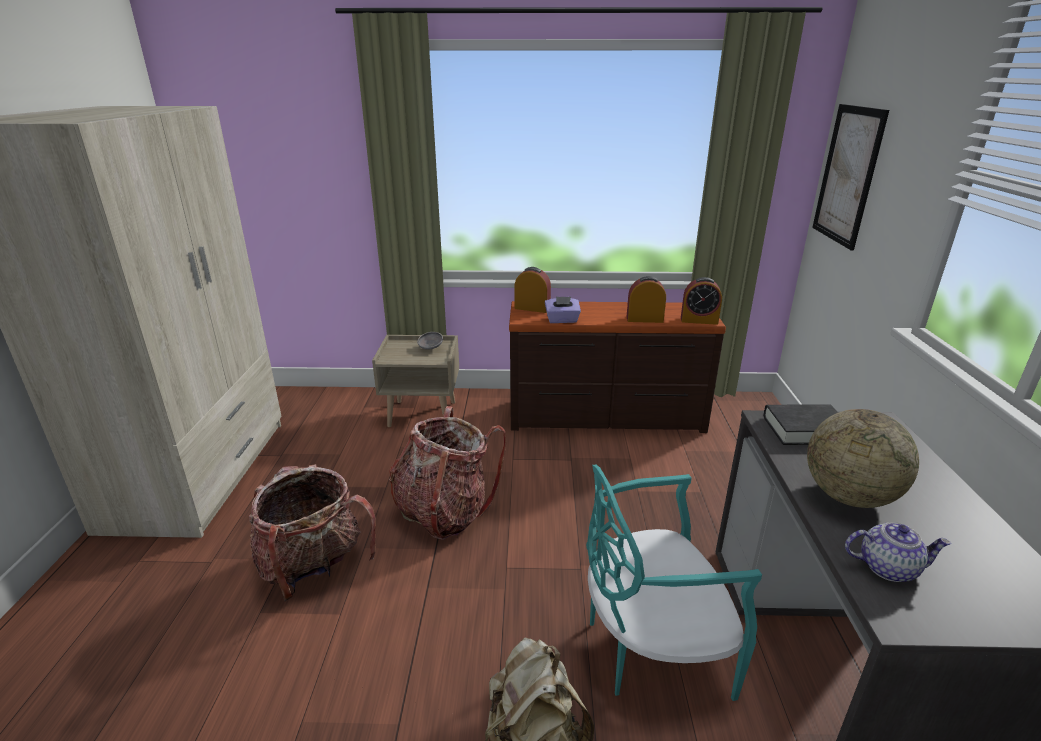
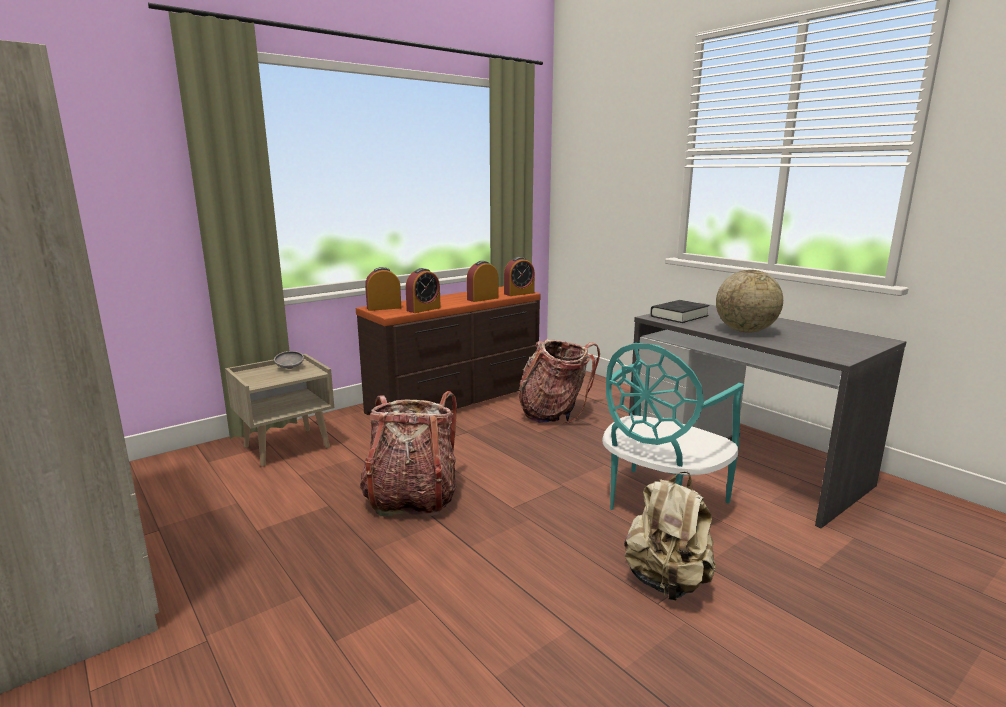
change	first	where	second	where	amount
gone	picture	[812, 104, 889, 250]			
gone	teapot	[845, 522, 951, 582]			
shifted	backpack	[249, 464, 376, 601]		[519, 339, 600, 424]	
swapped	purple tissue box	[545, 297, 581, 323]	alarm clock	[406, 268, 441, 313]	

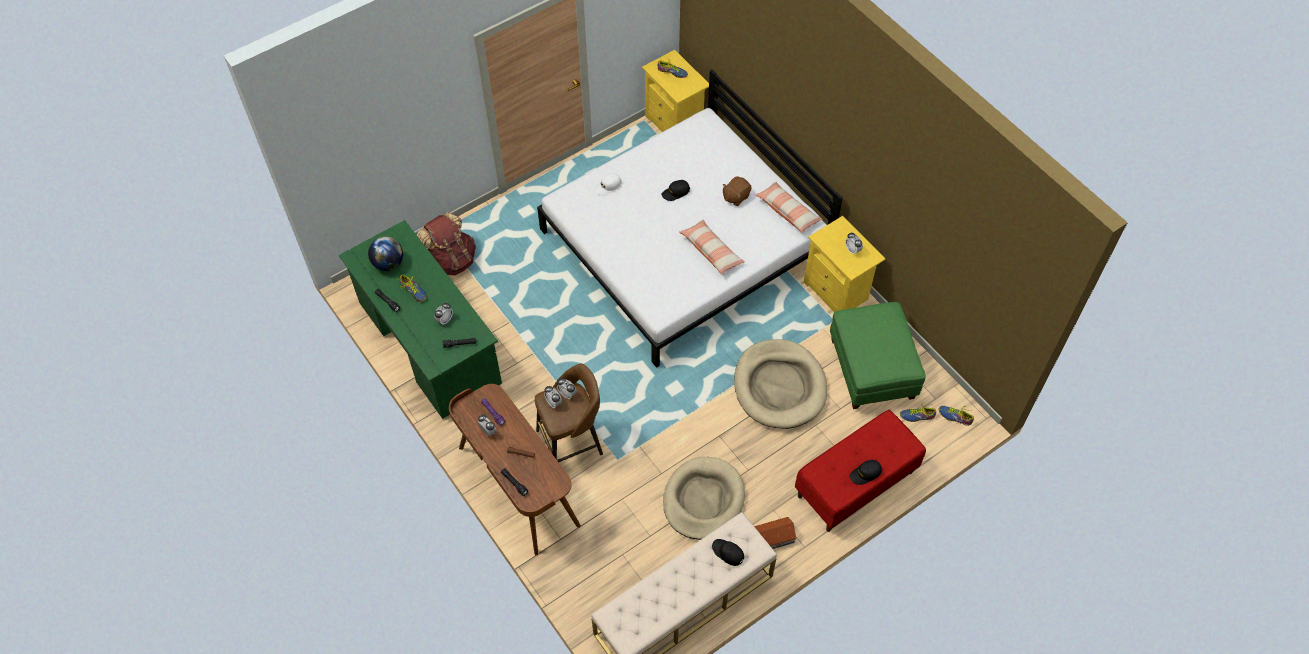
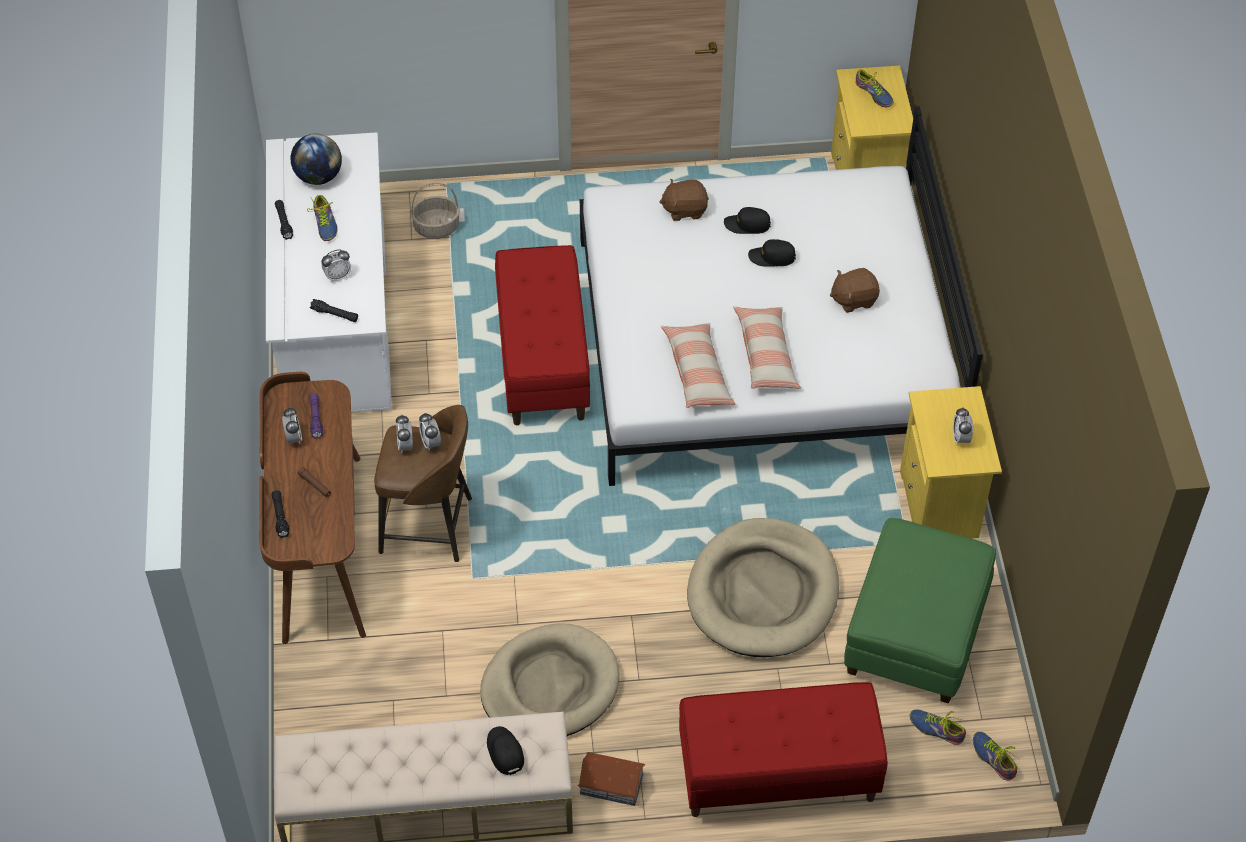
change	first	where	second	where	amount
new			red bench	[495, 245, 590, 425]	
shifted	pillow	[754, 181, 822, 233]		[661, 323, 735, 408]	
shifted	black cap	[850, 460, 882, 485]		[724, 207, 771, 234]	
swapped	brown backpack	[417, 212, 476, 276]	basket	[411, 183, 460, 239]	
swapped	white cap	[594, 173, 622, 195]	brown plush toy	[659, 179, 709, 221]	
repainted	green desk	[339, 220, 502, 419]	white desk	[266, 132, 392, 413]	

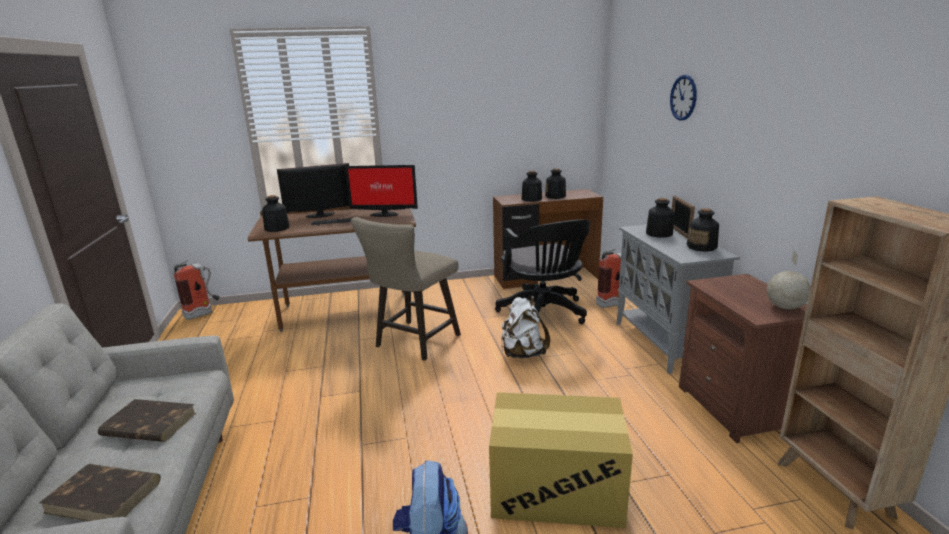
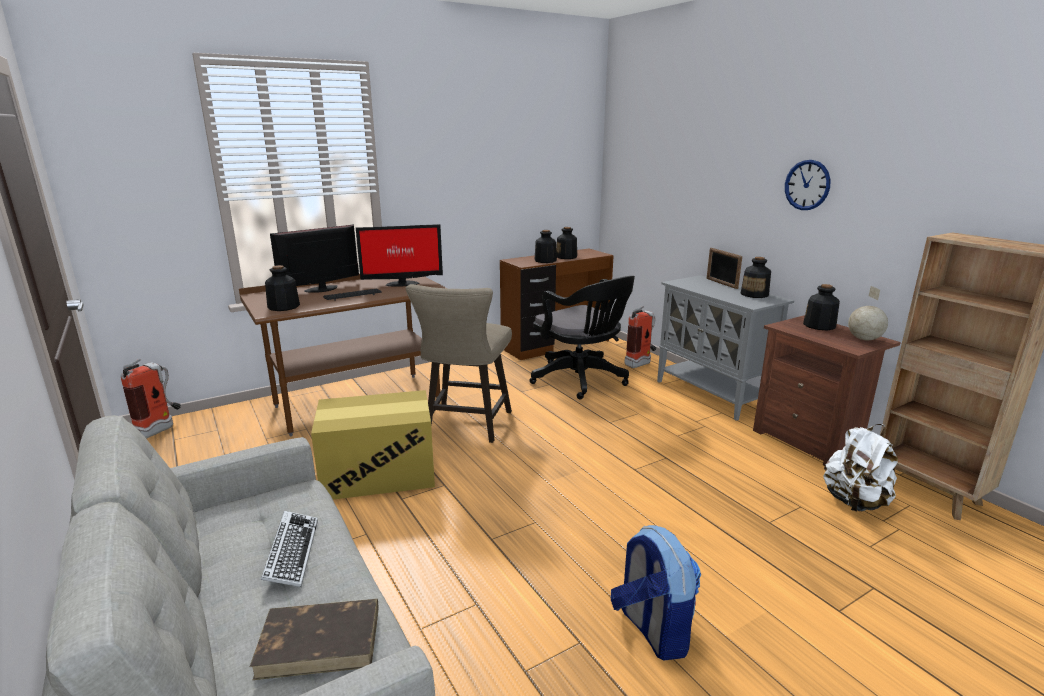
change	first	where	second	where	amount
shifted	cardboard box	[489, 392, 633, 528]		[311, 390, 435, 500]	
shifted	white backpack	[501, 296, 550, 358]		[823, 424, 898, 512]	
shifted	bottle	[646, 198, 674, 238]		[803, 284, 840, 330]	
shifted	wall clock	[670, 75, 697, 121]		[785, 160, 831, 210]	
swapped	brown book	[98, 399, 196, 442]	keyboard	[261, 511, 318, 587]	

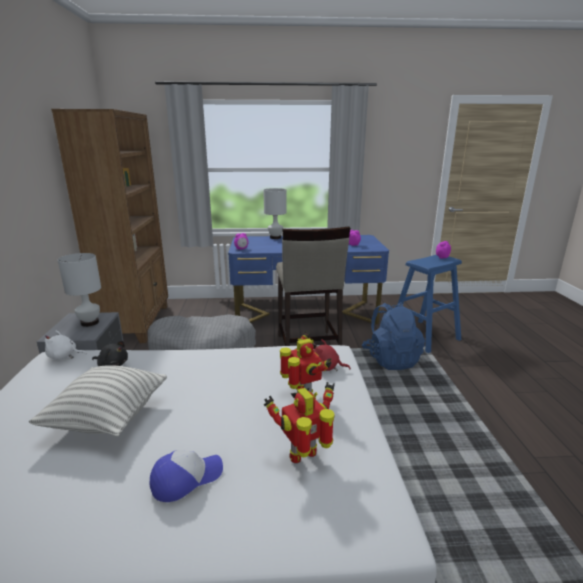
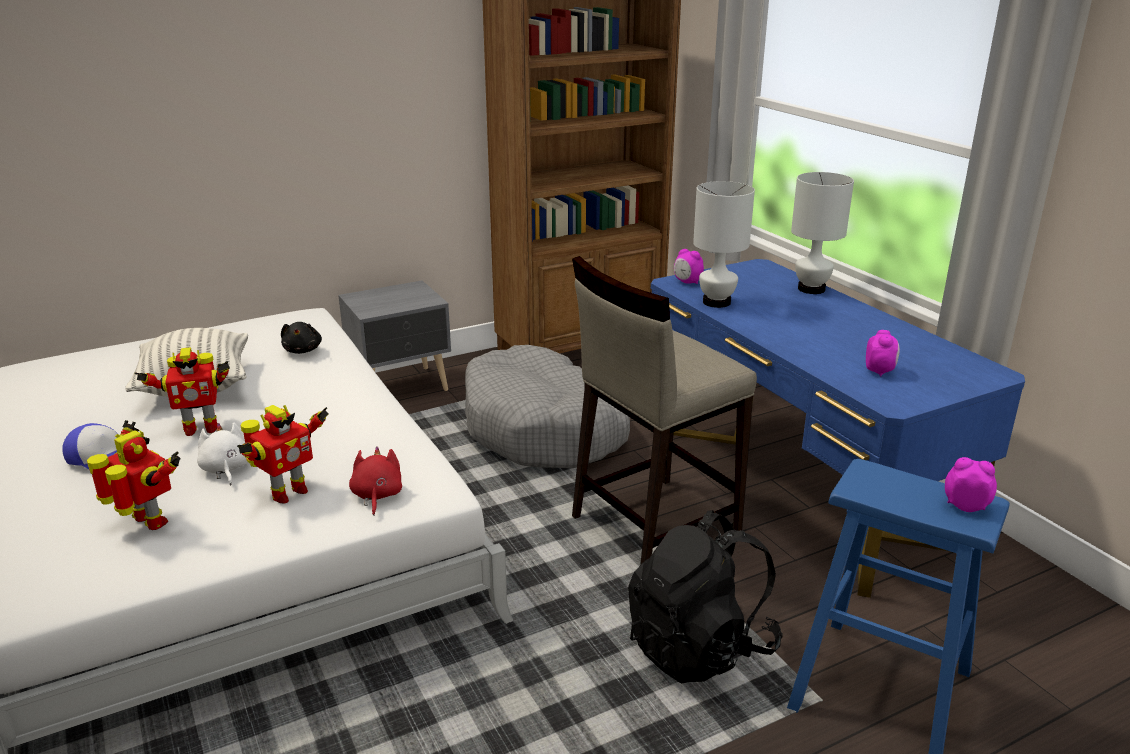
change	first	where	second	where	amount
new			toy robot	[134, 347, 230, 436]	
shifted	white plush toy	[45, 330, 87, 360]		[197, 423, 248, 485]	
shifted	white table lamp	[58, 253, 101, 327]		[693, 181, 755, 308]	
repainted	blue backpack	[362, 302, 425, 370]	black backpack	[628, 510, 783, 684]	

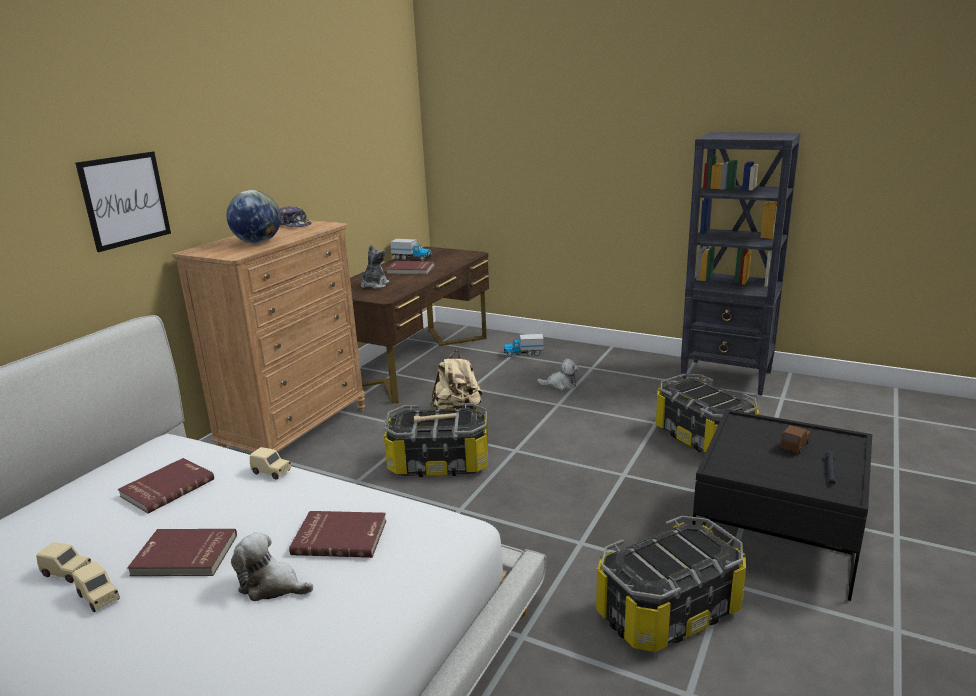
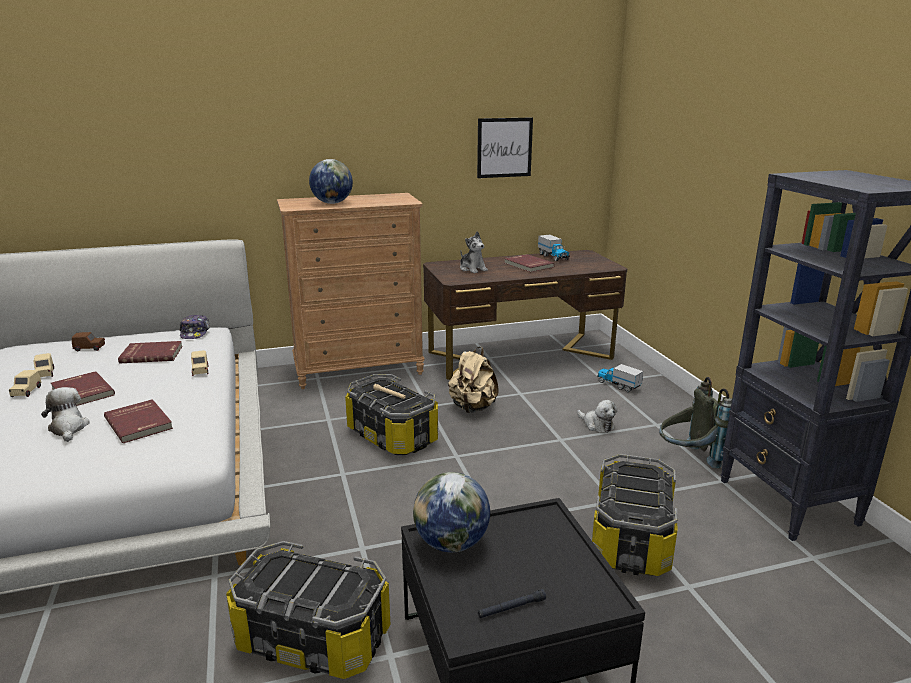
change	first	where	second	where	amount
new			globe	[413, 472, 490, 552]	
new			grey backpack	[659, 377, 732, 469]	
shifted	picture	[75, 151, 171, 252]		[477, 117, 533, 178]	
shifted	cap	[279, 206, 311, 227]		[179, 315, 210, 339]	
shifted	brown toy car	[780, 425, 810, 454]		[72, 332, 105, 351]	
rotated	plush toy	[361, 244, 389, 289]		[460, 231, 488, 273]	75 degrees clockwise

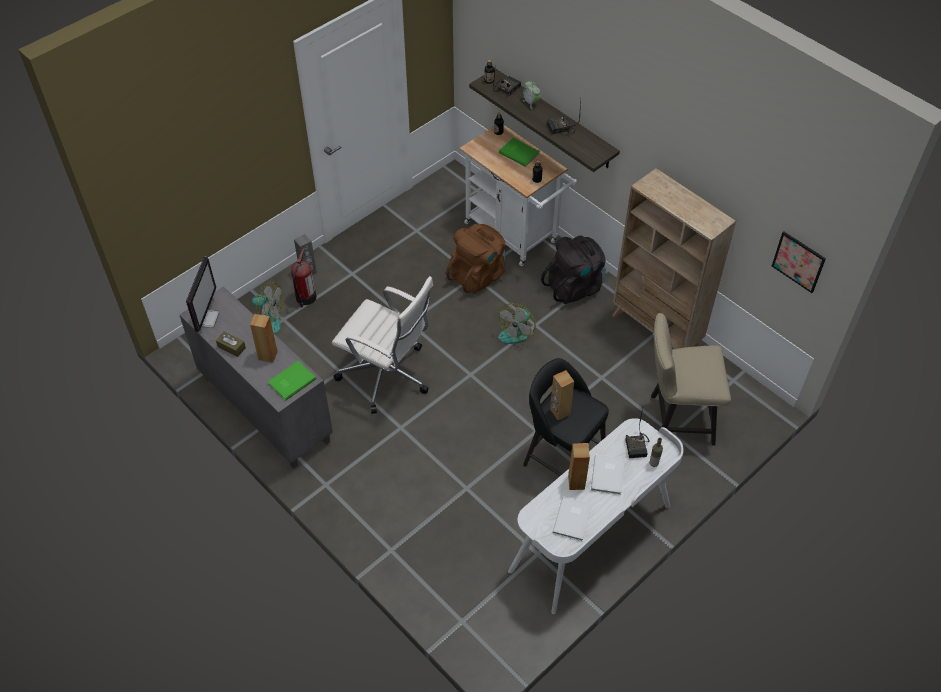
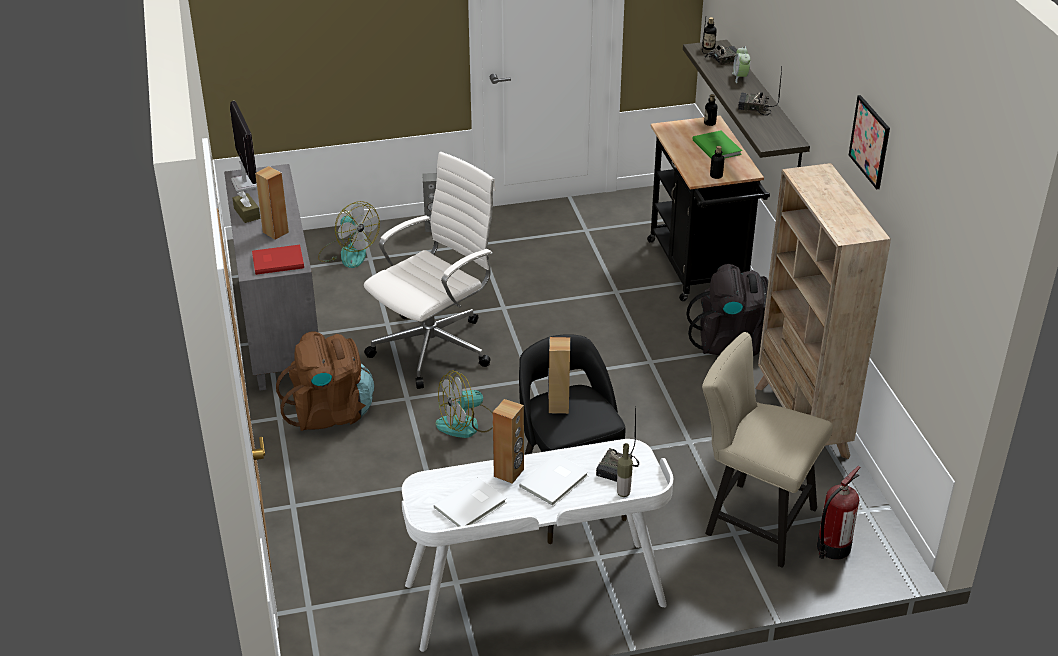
change	first	where	second	where	amount
shifted	fire extinguisher	[291, 248, 316, 307]		[817, 466, 860, 559]	
shifted	brown backpack	[446, 224, 506, 294]		[276, 331, 374, 431]	
shifted	fan	[498, 303, 536, 344]		[436, 370, 493, 438]	
shifted	picture	[772, 231, 826, 293]		[849, 95, 890, 190]	
repainted	green book	[268, 361, 316, 401]	red book	[252, 245, 304, 275]	
repainted	white cart	[460, 125, 577, 266]	black cart	[647, 116, 770, 301]	
rotated	monitor	[186, 257, 219, 332]		[230, 101, 257, 192]	60 degrees counterclockwise
rotated	white office chair	[332, 276, 433, 414]		[364, 152, 496, 389]	105 degrees counterclockwise

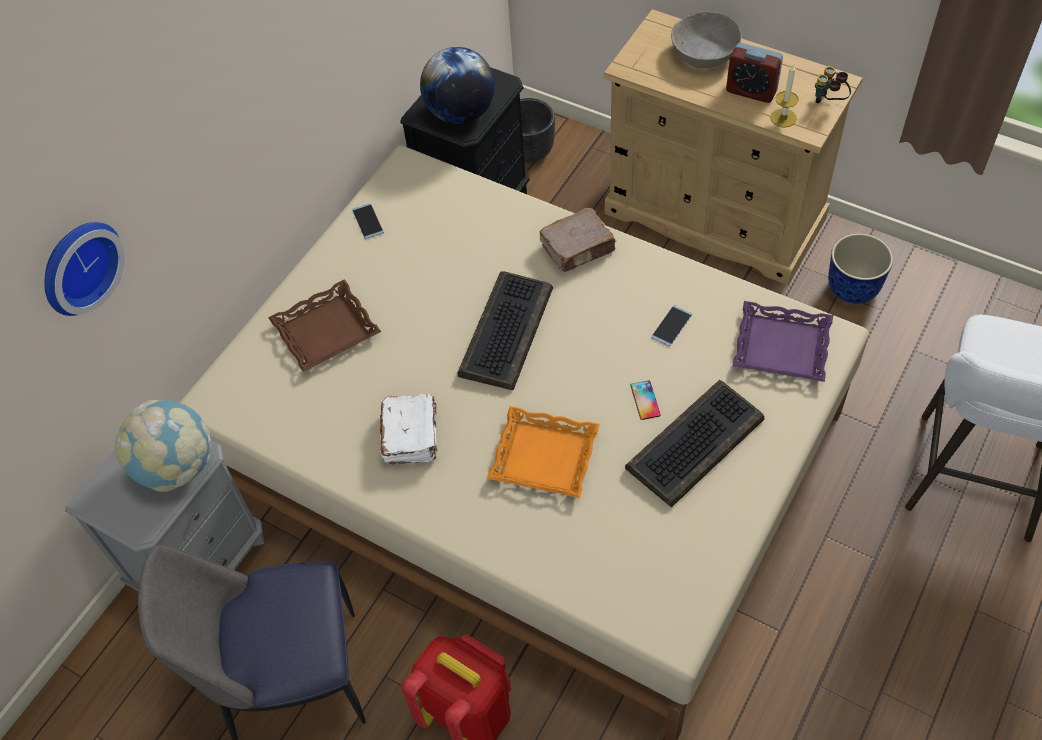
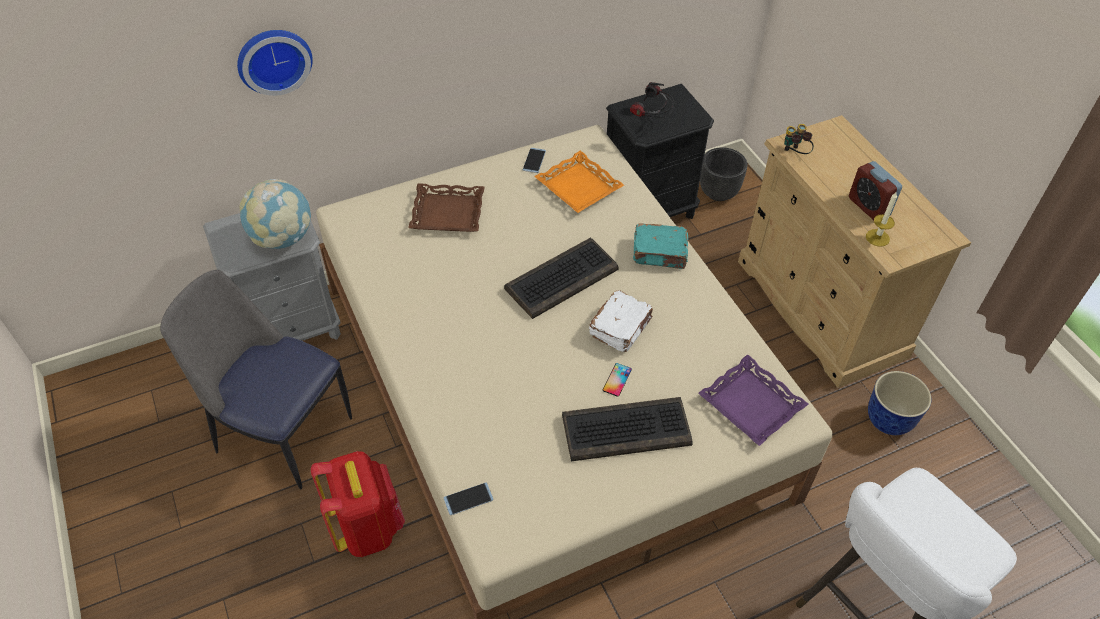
change	first	where	second	where	amount
gone	grey bowl	[671, 12, 742, 68]			
shifted	white book	[380, 393, 437, 464]		[589, 290, 653, 352]	
shifted	orange tray	[487, 406, 600, 498]		[534, 150, 624, 213]	
shifted	phone	[651, 305, 692, 346]		[444, 482, 493, 515]	
shifted	binoculars	[815, 66, 851, 103]		[784, 124, 814, 154]	
swapped	globe	[420, 47, 495, 124]	headphones	[630, 82, 674, 118]	
repainted	brown book	[539, 208, 616, 272]	turquoise book	[633, 223, 688, 269]	

